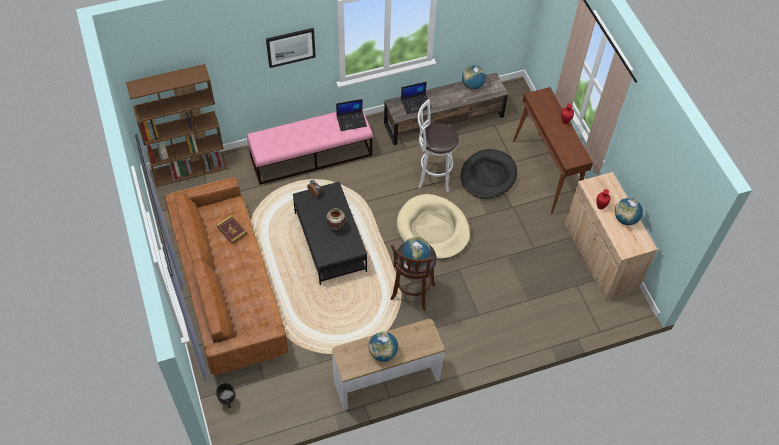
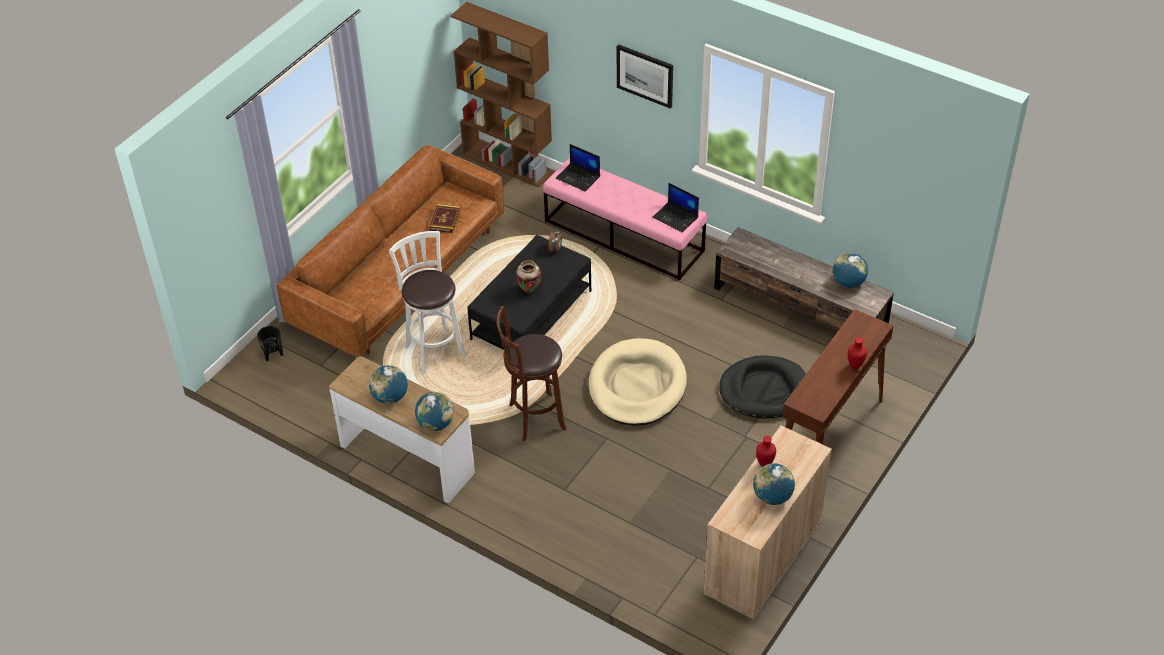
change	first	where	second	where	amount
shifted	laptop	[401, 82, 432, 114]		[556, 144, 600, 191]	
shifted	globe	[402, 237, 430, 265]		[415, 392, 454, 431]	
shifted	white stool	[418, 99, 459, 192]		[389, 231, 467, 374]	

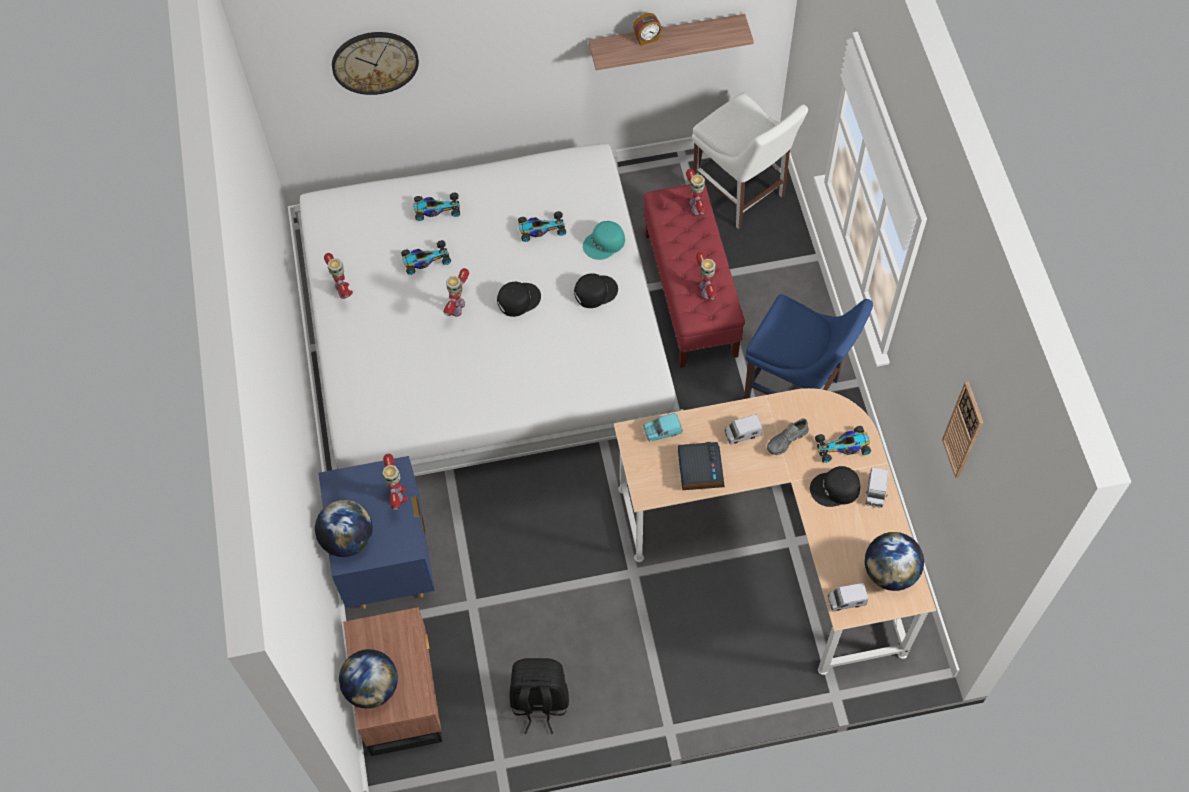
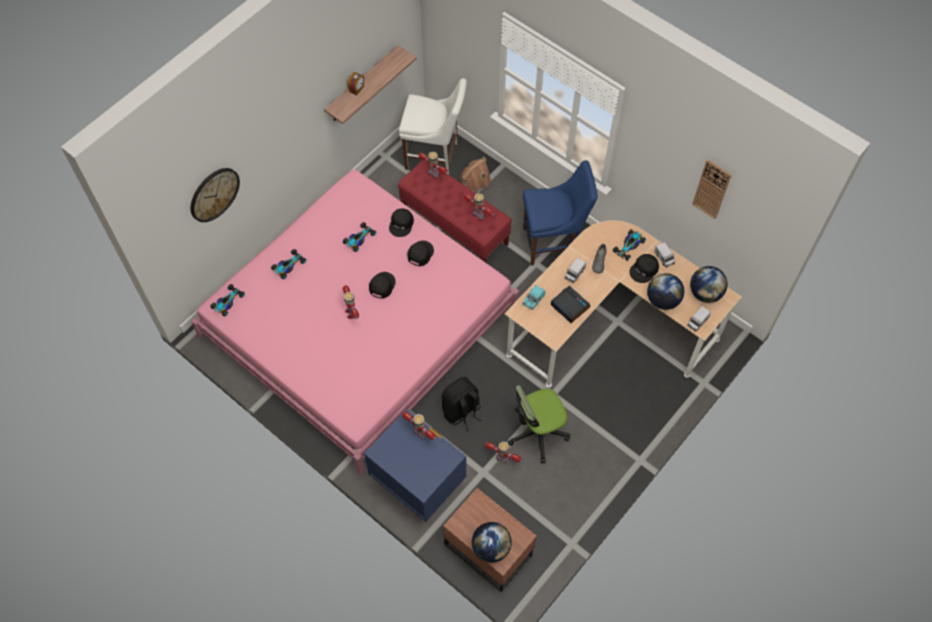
change	first	where	second	where	amount
new			toy house	[459, 157, 491, 194]	
new			office chair	[508, 385, 570, 463]	
shifted	globe	[315, 500, 373, 557]		[647, 273, 684, 310]	
shifted	toy robot	[324, 253, 353, 299]		[485, 442, 522, 464]	
shifted	toy car	[401, 240, 451, 275]		[211, 284, 245, 317]	
shifted	black backpack	[510, 658, 569, 734]		[442, 377, 482, 431]	
repainted	white bed	[294, 143, 683, 476]	pink bed	[191, 169, 519, 475]	
repainted	turquoise cap	[583, 221, 625, 260]	black cap	[389, 208, 414, 237]	

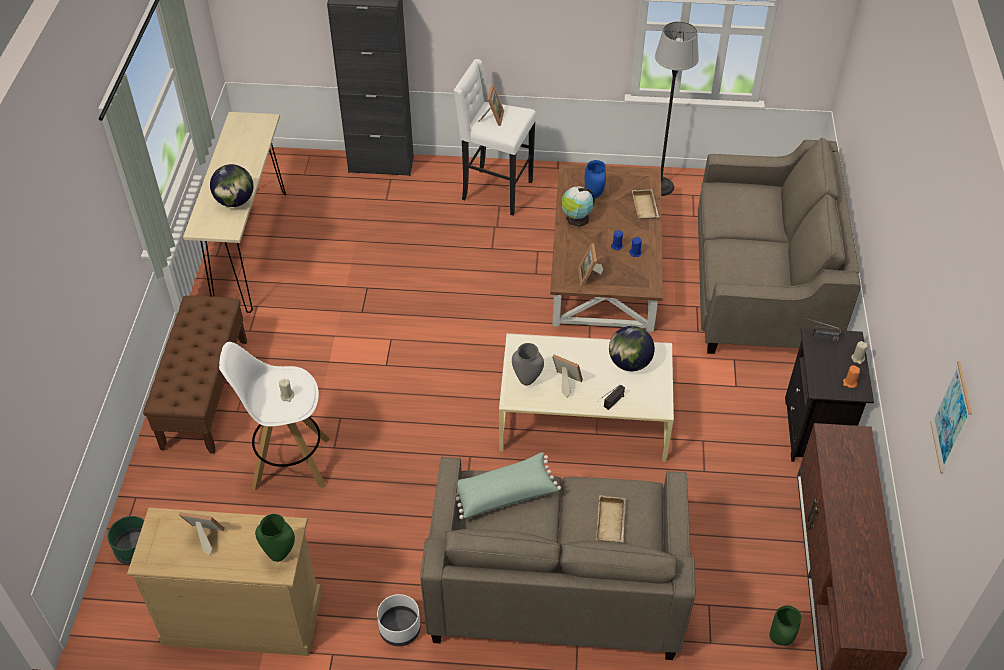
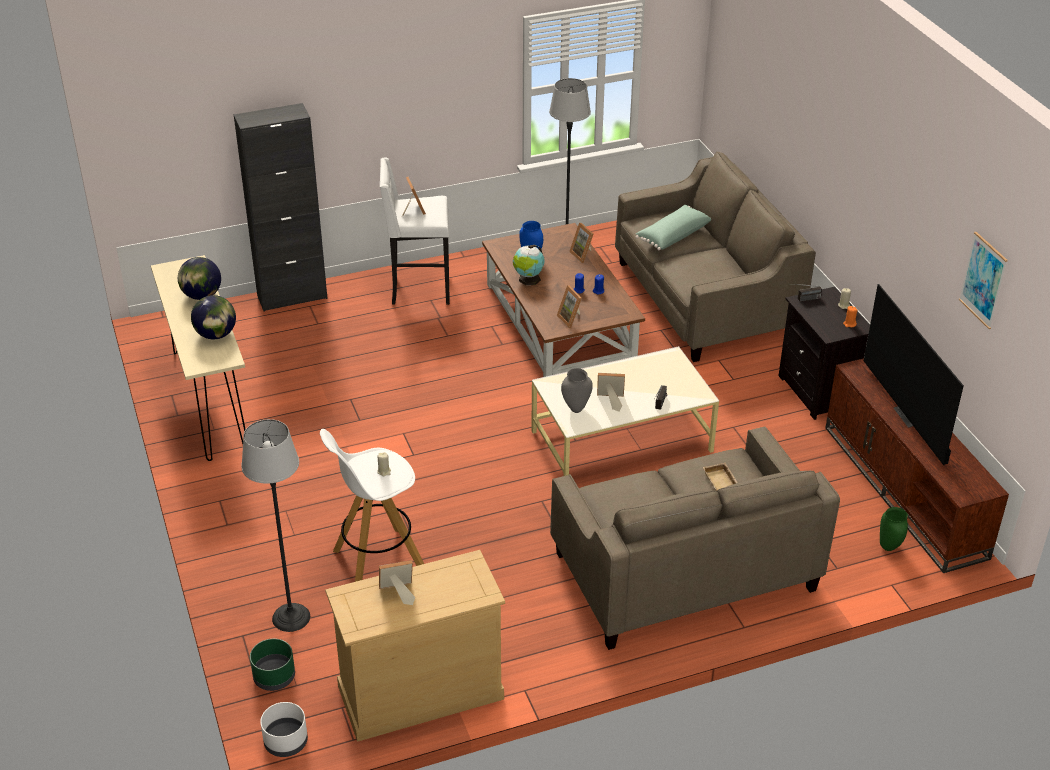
change	first	where	second	where	amount
gone	brown bench	[143, 295, 247, 454]			
gone	green vase	[255, 514, 295, 562]			
new			floor lamp	[241, 419, 310, 632]	
new			television	[864, 284, 964, 465]	
shifted	white planter	[377, 594, 421, 646]		[260, 702, 308, 757]	
shifted	green pillow	[456, 452, 561, 519]		[635, 205, 711, 250]	
shifted	globe	[609, 326, 655, 371]		[178, 257, 221, 300]	
swapped	beige tray	[632, 189, 659, 221]	picture frame	[569, 223, 594, 263]	

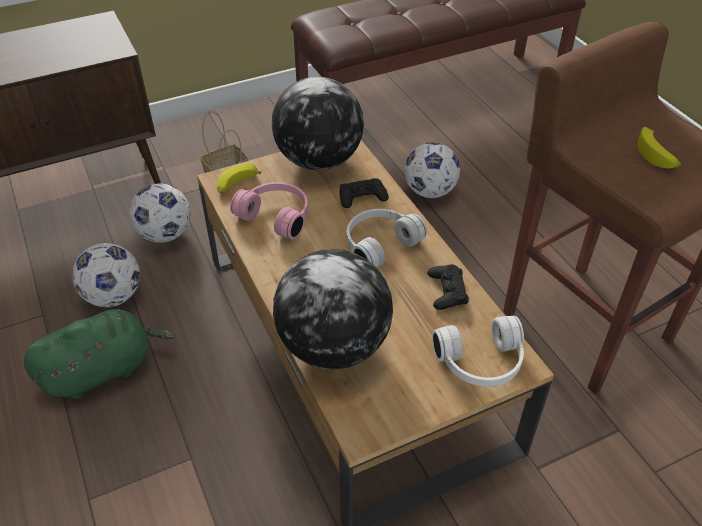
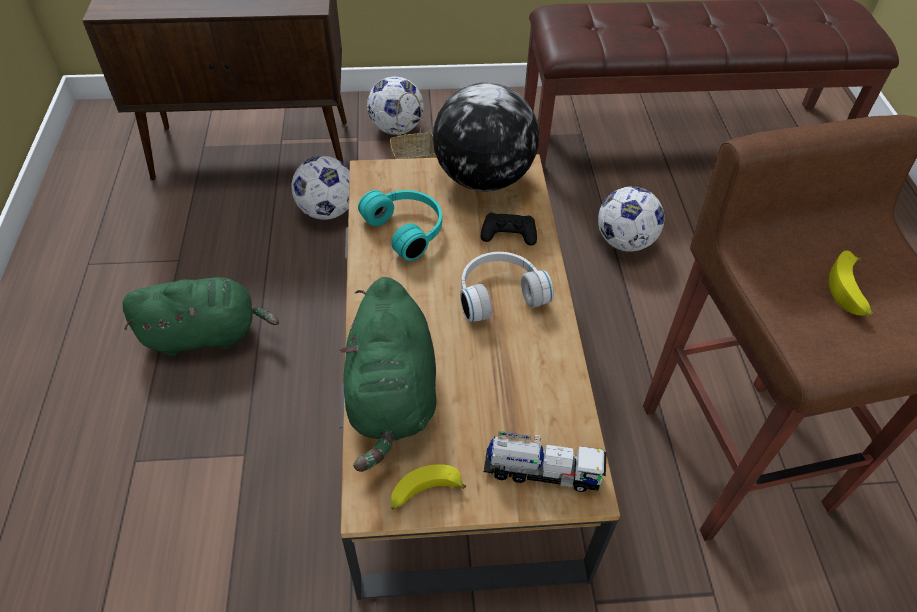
change	first	where	second	where	amount
gone	black game controller	[427, 264, 469, 310]			
shifted	football	[73, 243, 140, 307]		[367, 76, 424, 135]	
shifted	banana	[217, 163, 261, 193]		[391, 464, 466, 510]	
swapped	globe	[273, 249, 393, 369]	green plush toy	[340, 277, 437, 472]	
swapped	white headphones	[432, 316, 524, 387]	toy truck	[484, 431, 606, 492]	
repainted	pink headphones	[230, 182, 308, 239]	turquoise headphones	[358, 190, 442, 261]	

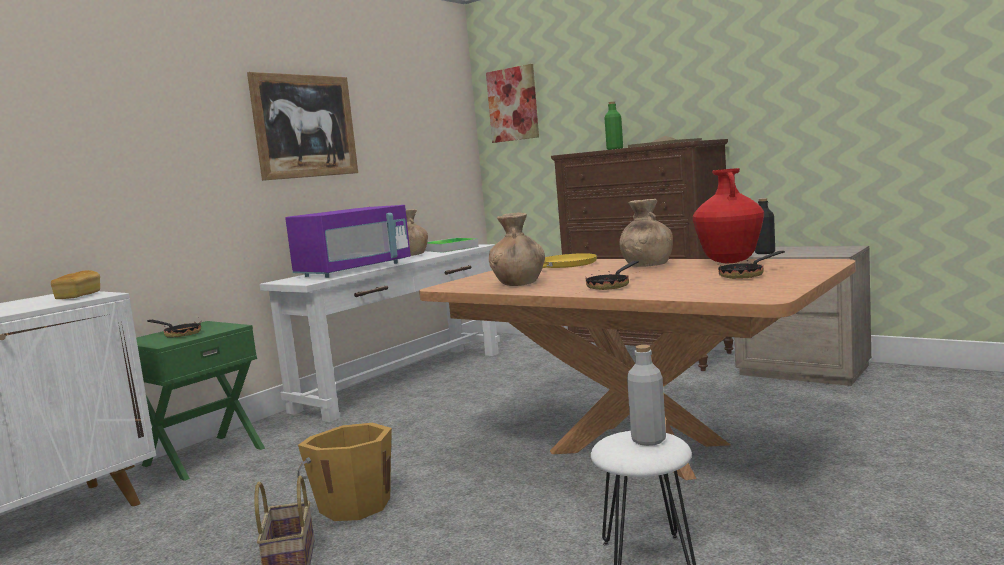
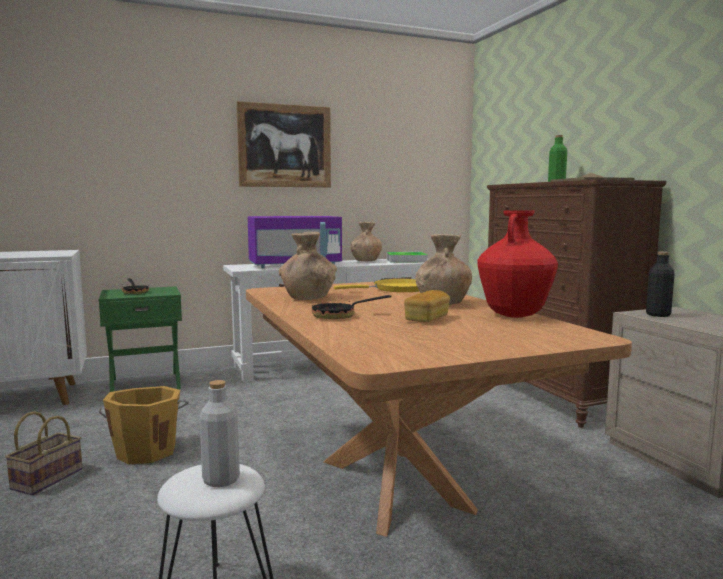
change	first	where	second	where	amount
gone	picture	[486, 64, 539, 143]			
gone	frying pan	[718, 251, 785, 279]			
shifted	bread	[51, 270, 100, 299]		[404, 290, 450, 322]	

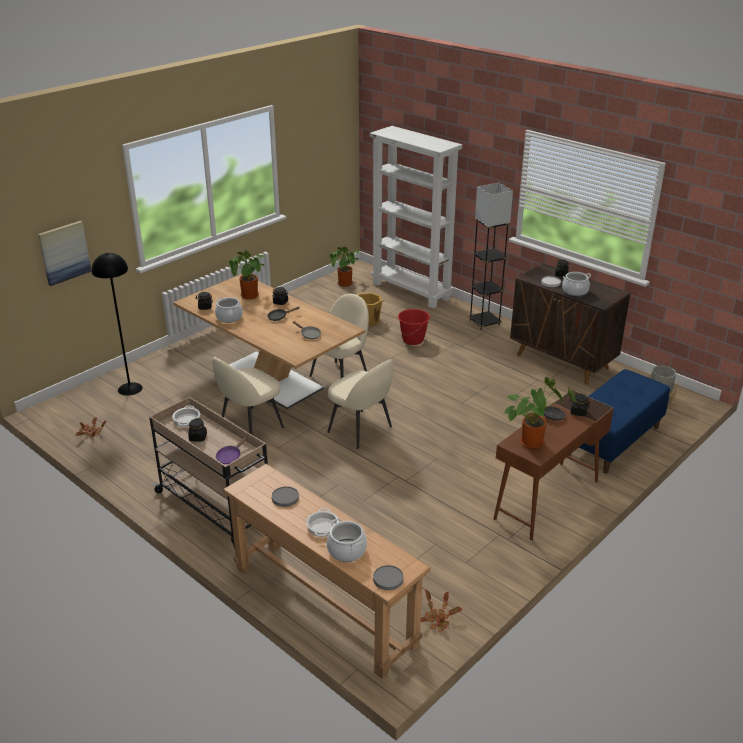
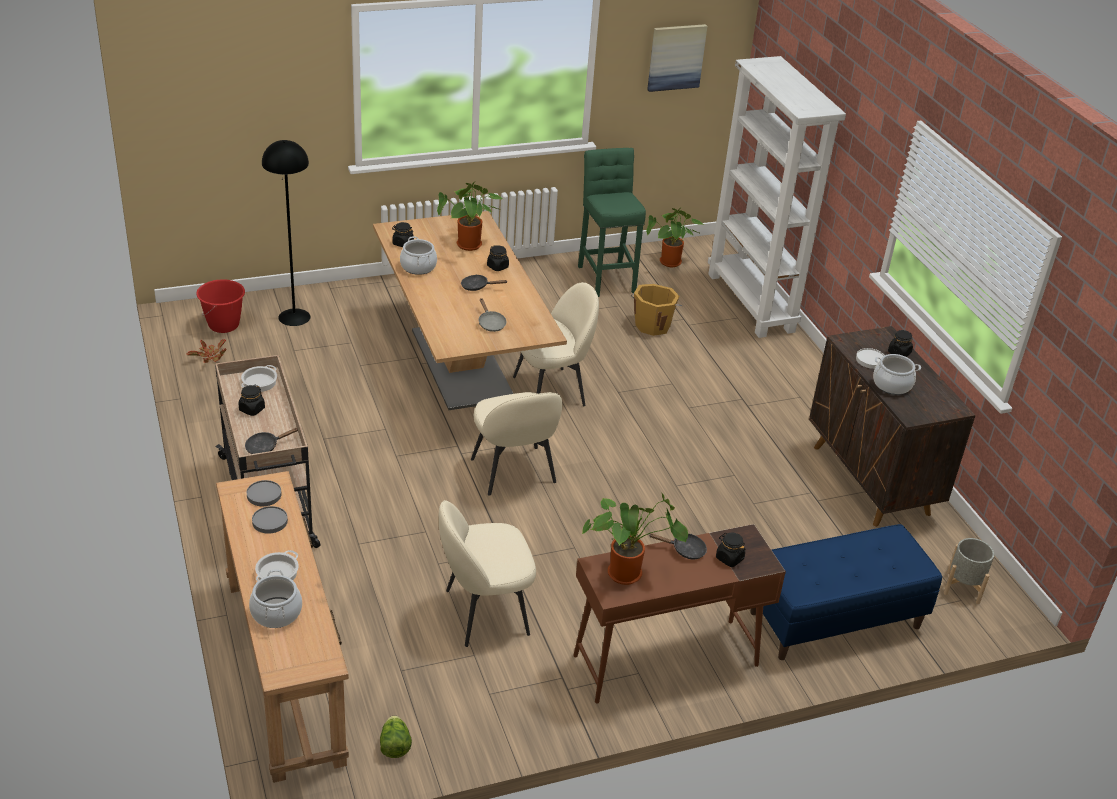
change	first	where	second	where	amount
gone	grey floor lamp	[468, 183, 513, 330]			
new			green stool	[578, 148, 646, 297]	
shifted	picture	[38, 221, 91, 286]		[647, 24, 707, 92]	
shifted	beige chair	[212, 357, 284, 435]		[439, 500, 536, 647]	
shifted	grey plate	[373, 565, 403, 590]		[247, 480, 282, 506]	
shifted	red bucket	[398, 309, 430, 345]		[196, 279, 245, 333]	
swapped	potted plant	[421, 590, 462, 632]	lettuce	[380, 715, 412, 758]	
repainted	purple frying pan	[216, 436, 248, 464]	black frying pan	[245, 428, 299, 454]	

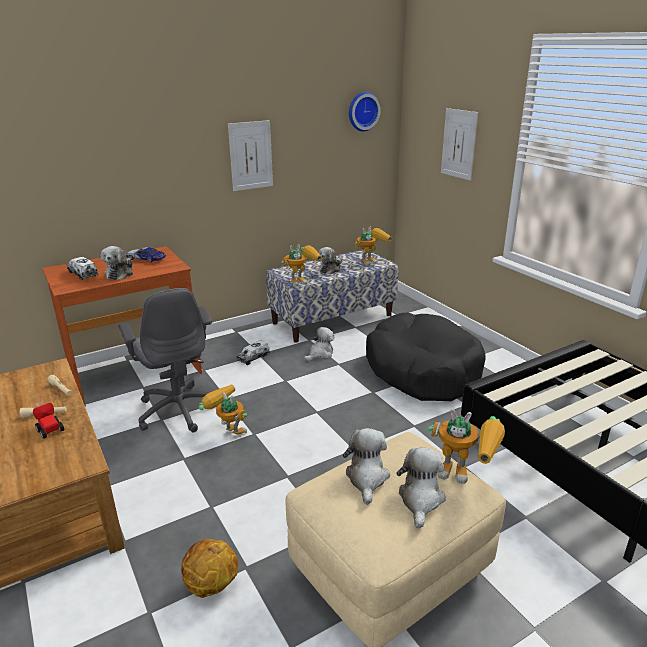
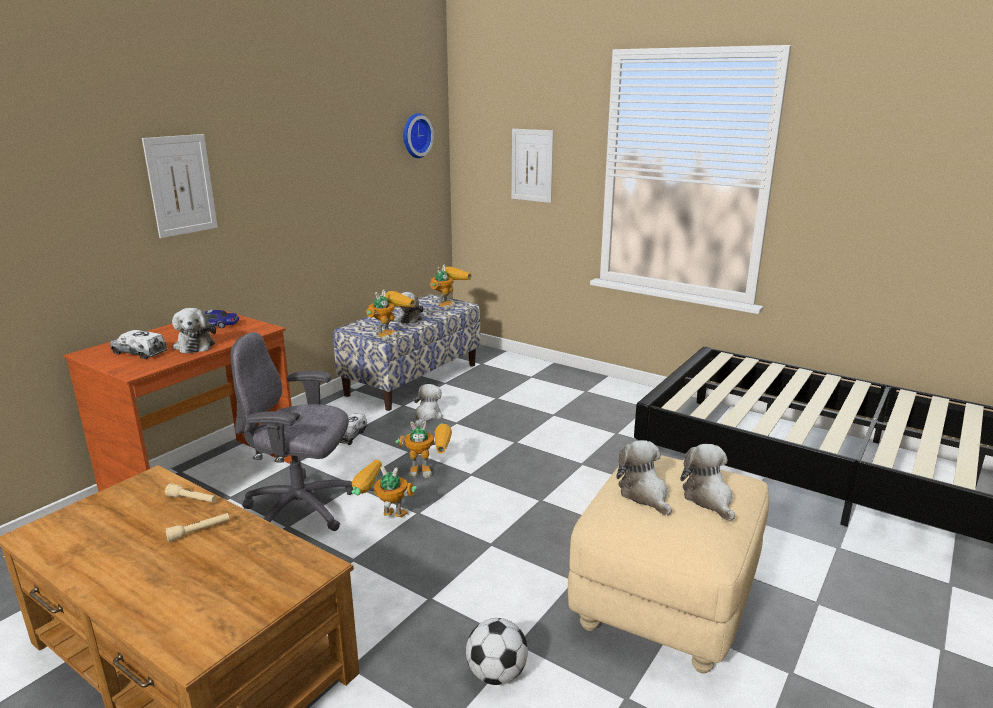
change	first	where	second	where	amount
gone	toy car	[33, 398, 64, 439]			
gone	black dog bed	[366, 312, 486, 401]			
shifted	picture	[228, 120, 273, 191]		[142, 134, 218, 238]	
shifted	toy robot	[428, 409, 505, 484]		[396, 421, 452, 479]	
swapped	basketball	[181, 539, 238, 598]	football	[466, 618, 528, 685]	
rotated	grey office chair	[118, 288, 212, 432]		[231, 332, 353, 531]	150 degrees clockwise

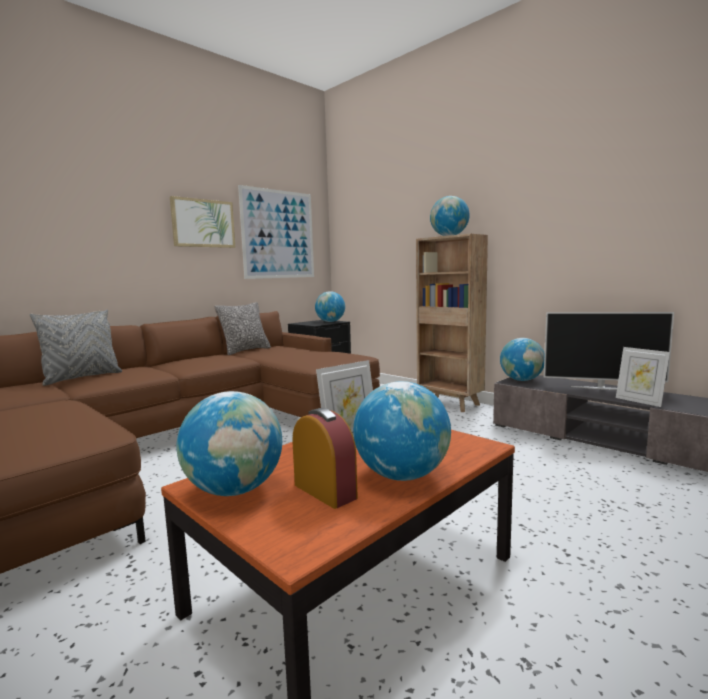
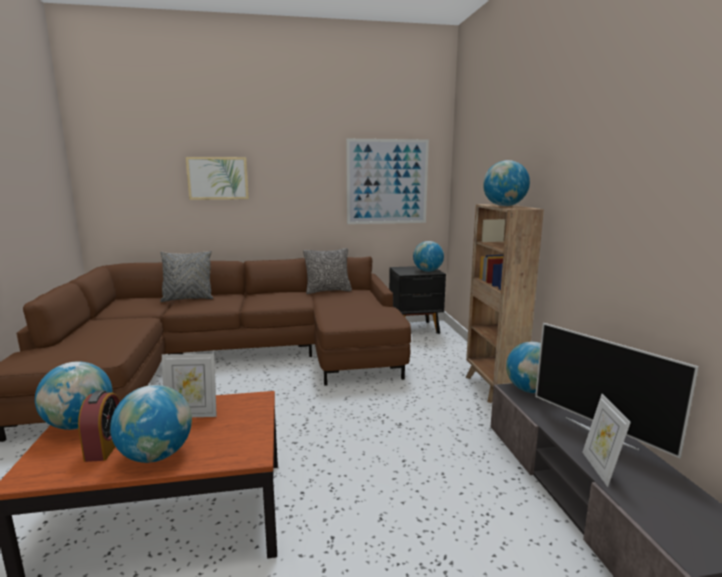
change	first	where	second	where	amount
shifted	picture	[170, 196, 236, 248]		[185, 157, 249, 200]	

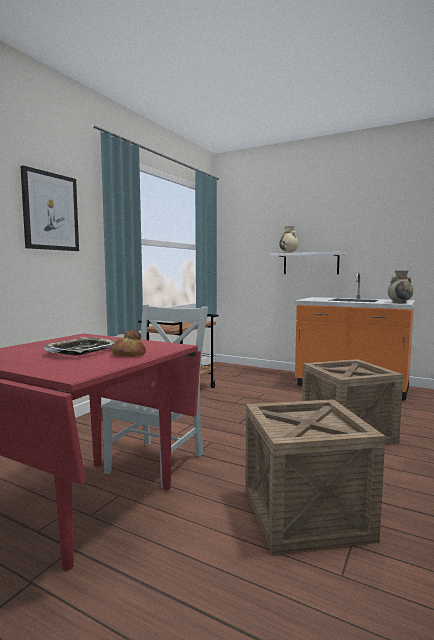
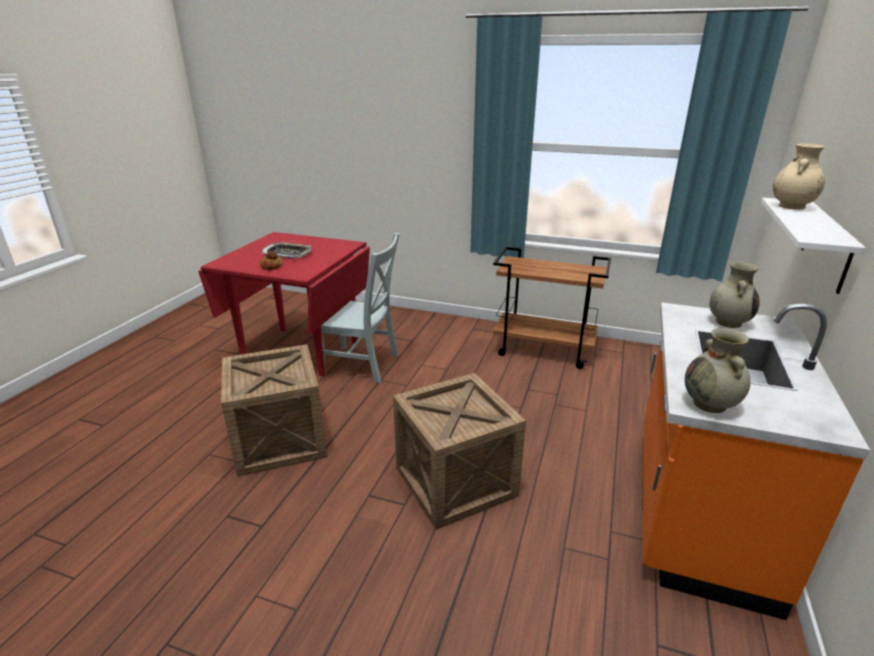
change	first	where	second	where	amount
gone	picture	[20, 166, 79, 251]			
new			beige vase	[710, 262, 760, 328]	

